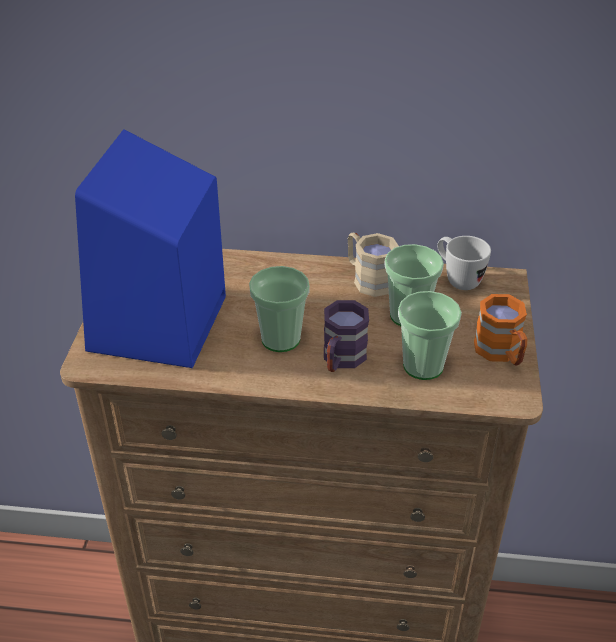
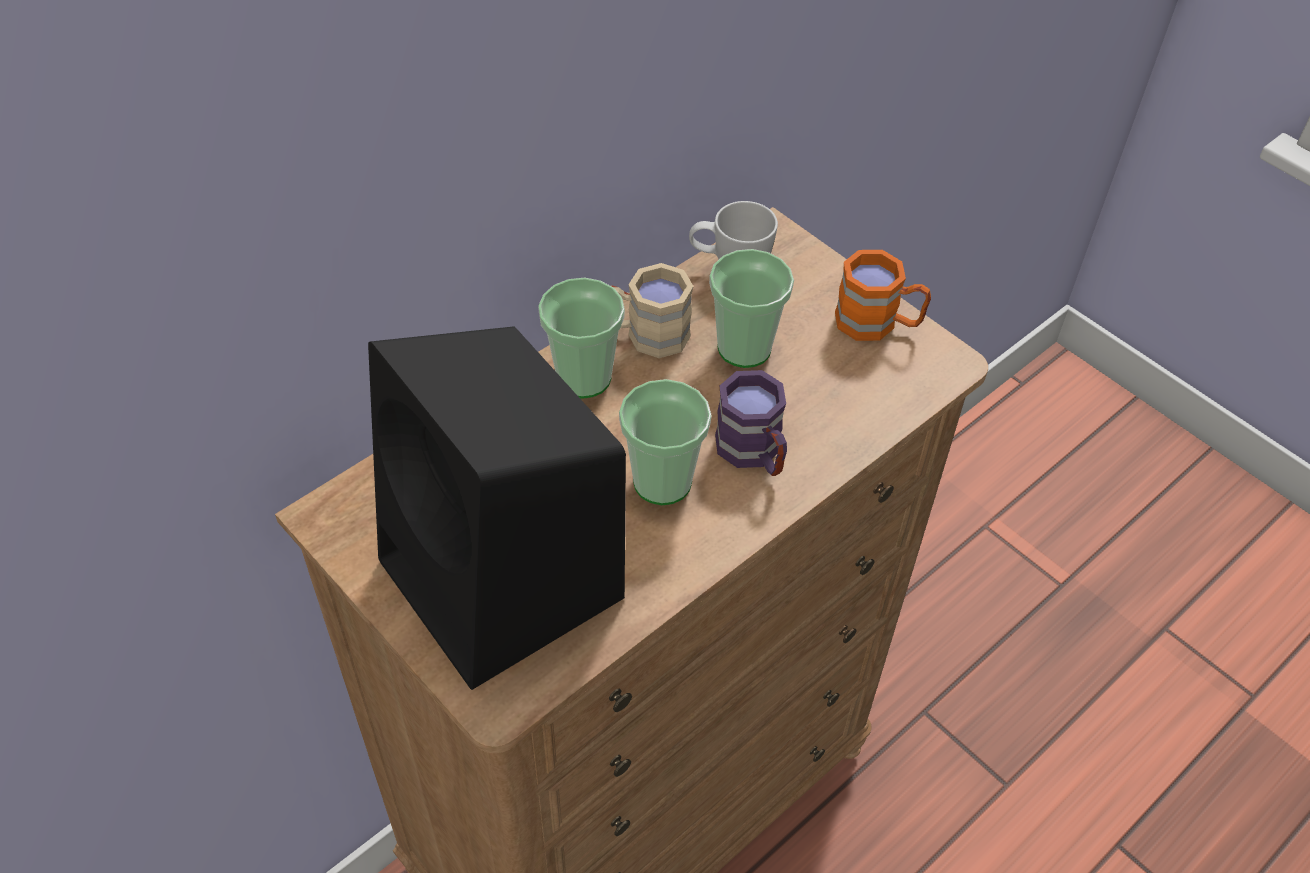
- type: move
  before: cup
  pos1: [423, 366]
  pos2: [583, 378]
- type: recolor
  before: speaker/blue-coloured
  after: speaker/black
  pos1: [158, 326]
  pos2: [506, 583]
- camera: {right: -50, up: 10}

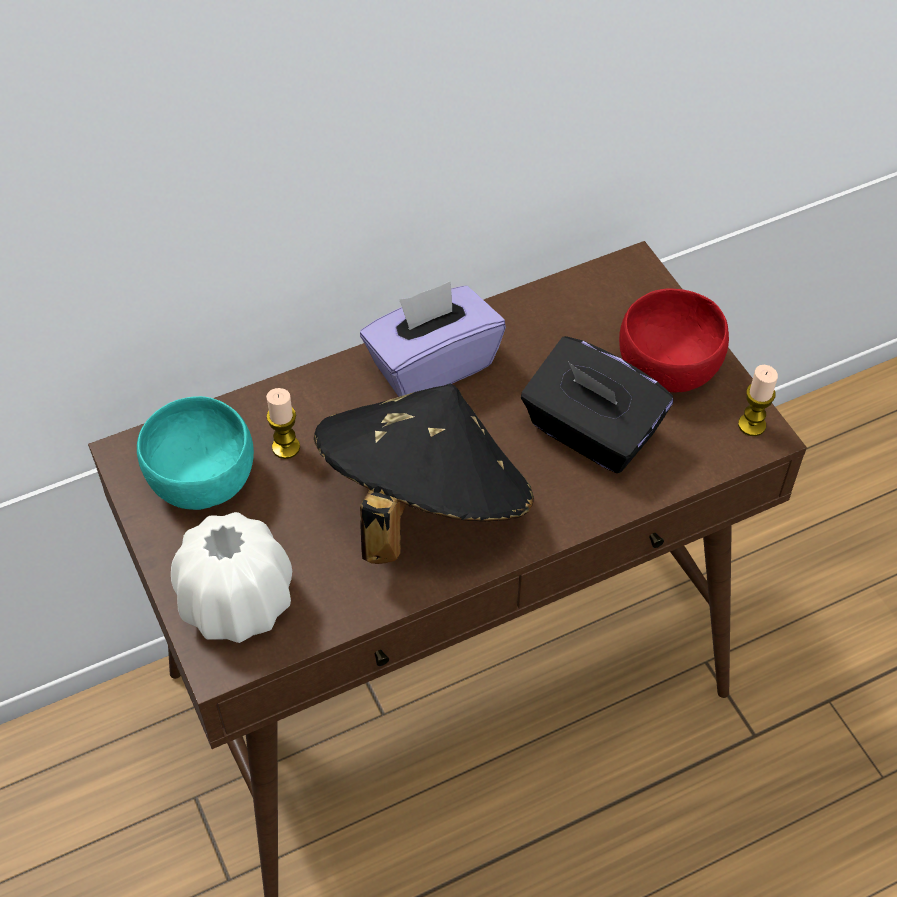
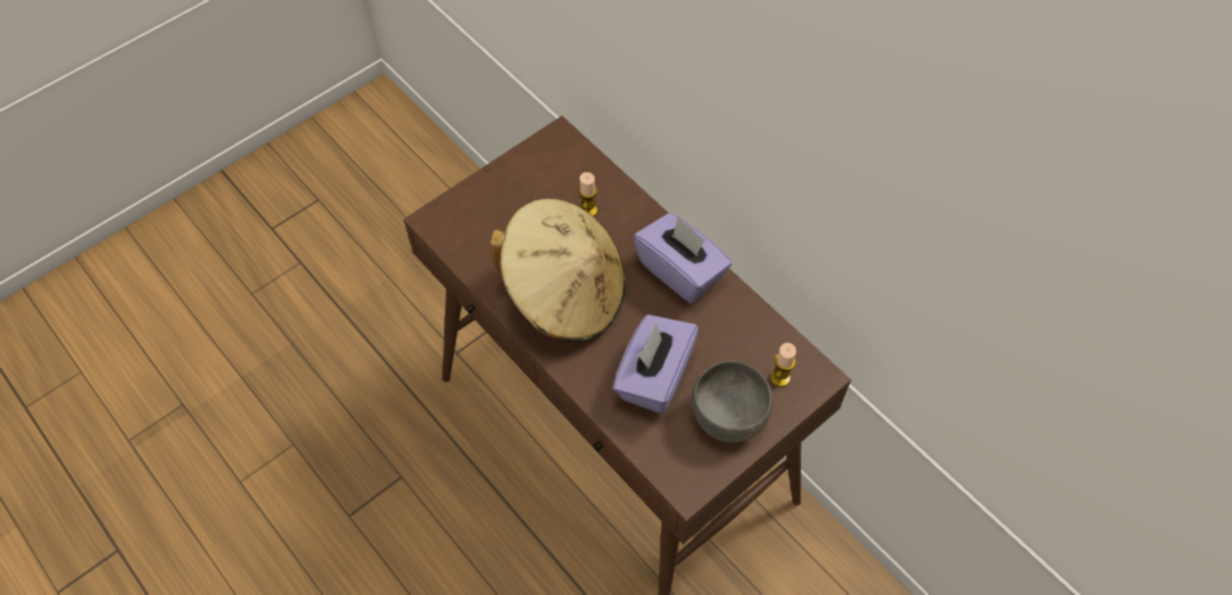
- type: delete
  before: deep dish/turquoise
  pos1: [203, 480]
- type: delete
  before: vase/whitish
  pos1: [237, 603]
- type: move
  before: candle
  pos1: [751, 425]
  pos2: [780, 378]
- type: recolor
  before: hat/black
  after: hat/sand-coloured
  pos1: [423, 506]
  pos2: [565, 293]
- type: recolor
  before: tissue box/black
  after: tissue box/purple-coloured
  pos1: [591, 432]
  pos2: [654, 377]
- type: recolor
  before: deep dish/red-coloured
  after: deep dish/grey
  pos1: [669, 367]
  pos2: [730, 416]
- camera: {right: 75, up: 5}

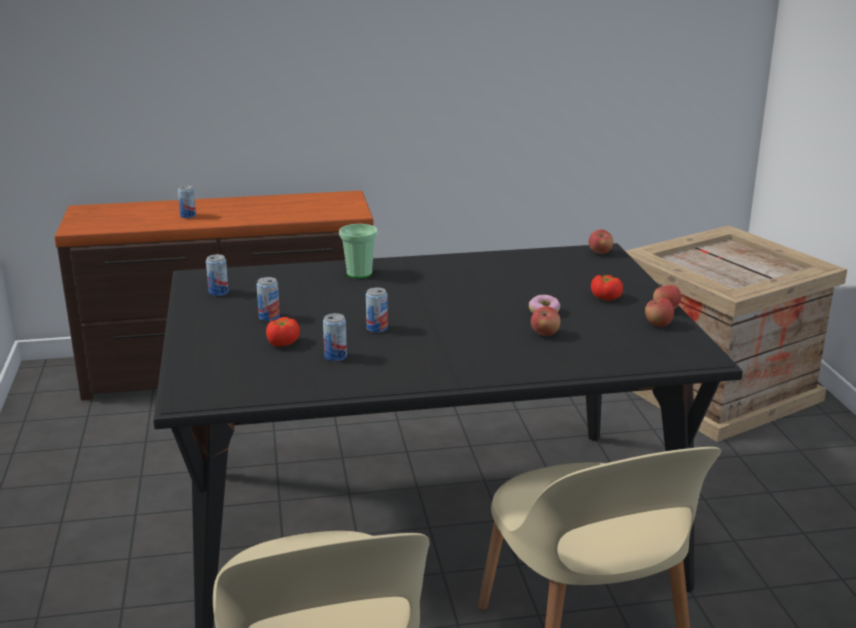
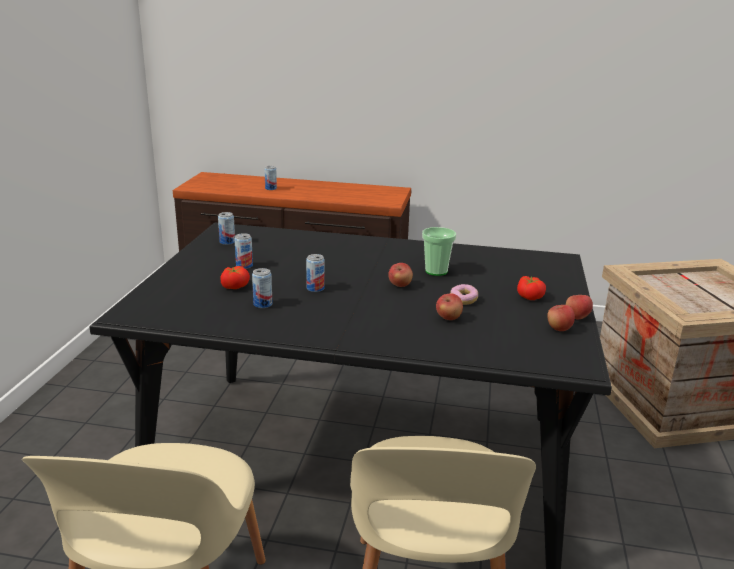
- type: move
  before: cup
  pos1: [359, 273]
  pos2: [436, 271]
- type: move
  before: apple
  pos1: [600, 253]
  pos2: [400, 285]
- camera: {right: 20, up: 0}

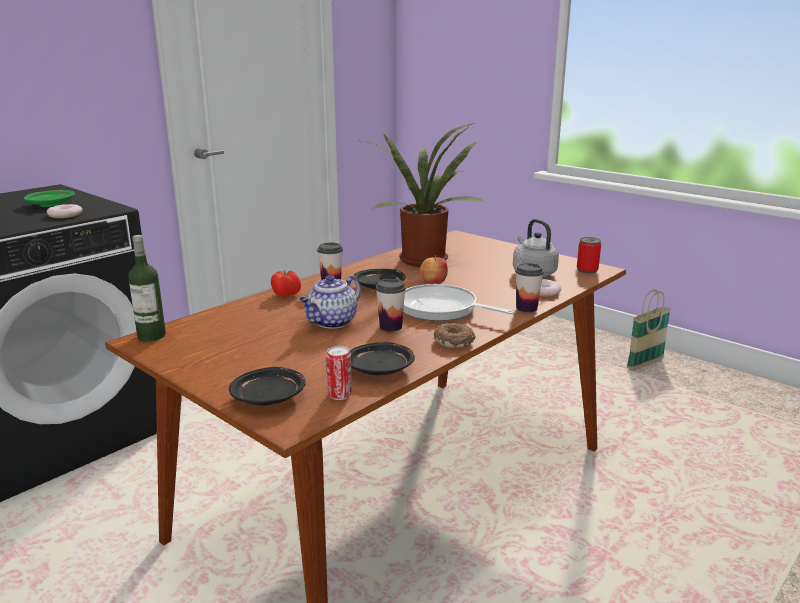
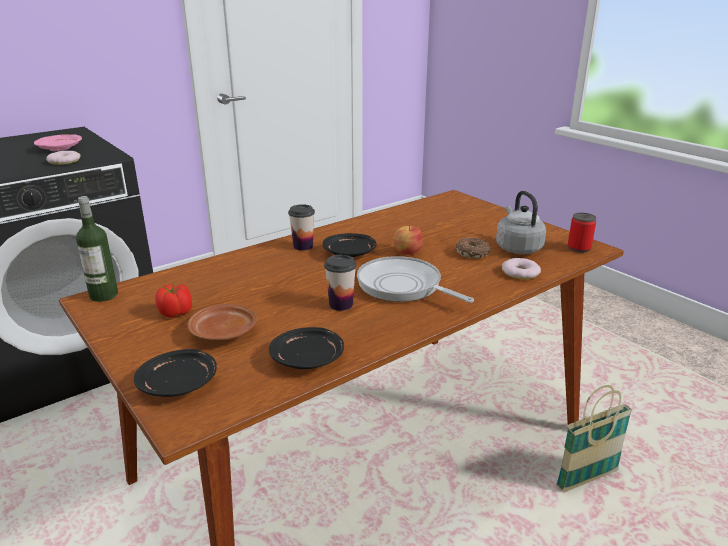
- type: delete
  before: tea pot
  pos1: [332, 322]
- type: delete
  before: can
  pos1: [339, 395]
- type: delete
  before: houseplant
  pos1: [424, 259]
- type: delete
  before: cup
  pos1: [526, 308]
- type: insert
  after: plate/brownish
  pos2: [224, 333]
- type: move
  before: tomato
  pos1: [287, 295]
  pos2: [176, 313]
- type: move
  before: doughnut
  pos1: [455, 342]
  pos2: [473, 253]
- type: move
  before: basket
  pos1: [645, 364]
  pos2: [586, 480]
- type: recolor
  before: plate/green
  after: plate/pink-coloured
  pos1: [51, 204]
  pos2: [60, 149]
- camera: {right: 10, up: 5}

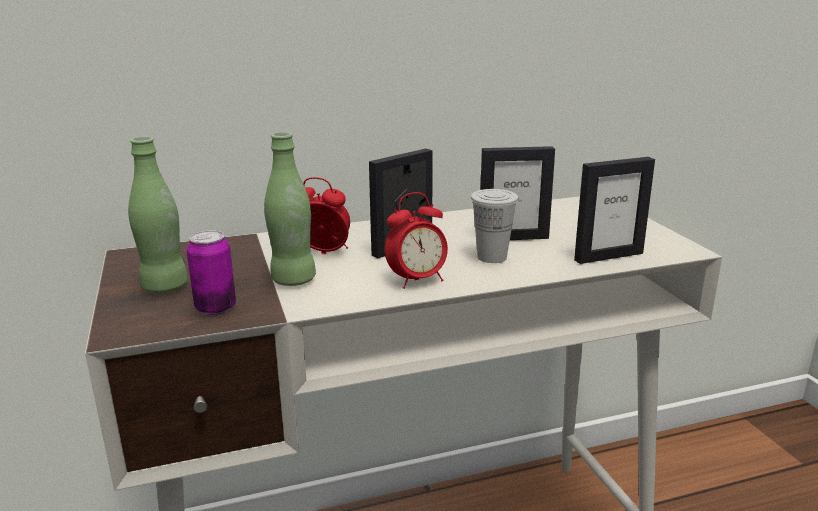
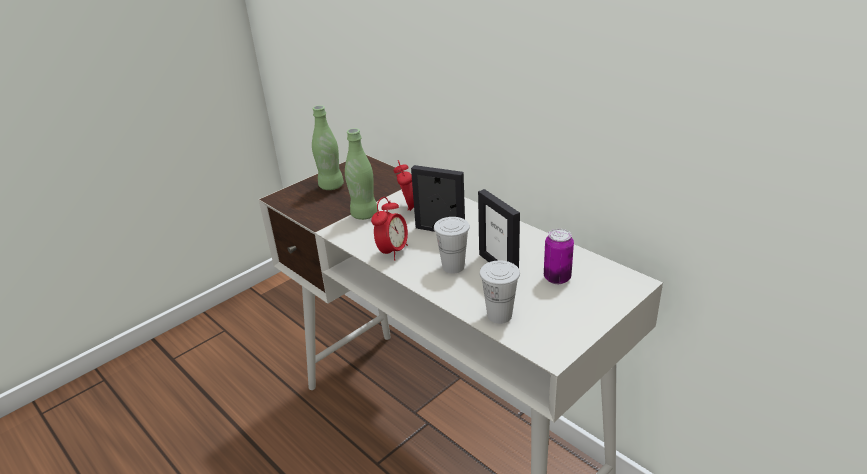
- type: move
  before: can
  pos1: [215, 308]
  pos2: [557, 278]
- type: replace
  before: standing frame
  after: cup/whitish
  pos1: [608, 256]
  pos2: [499, 315]
- type: rotate
  before: bedside clock
  pos1: [417, 280]
  pos2: [392, 252]
  turn: -105
- camera: {right: 65, up: 10}

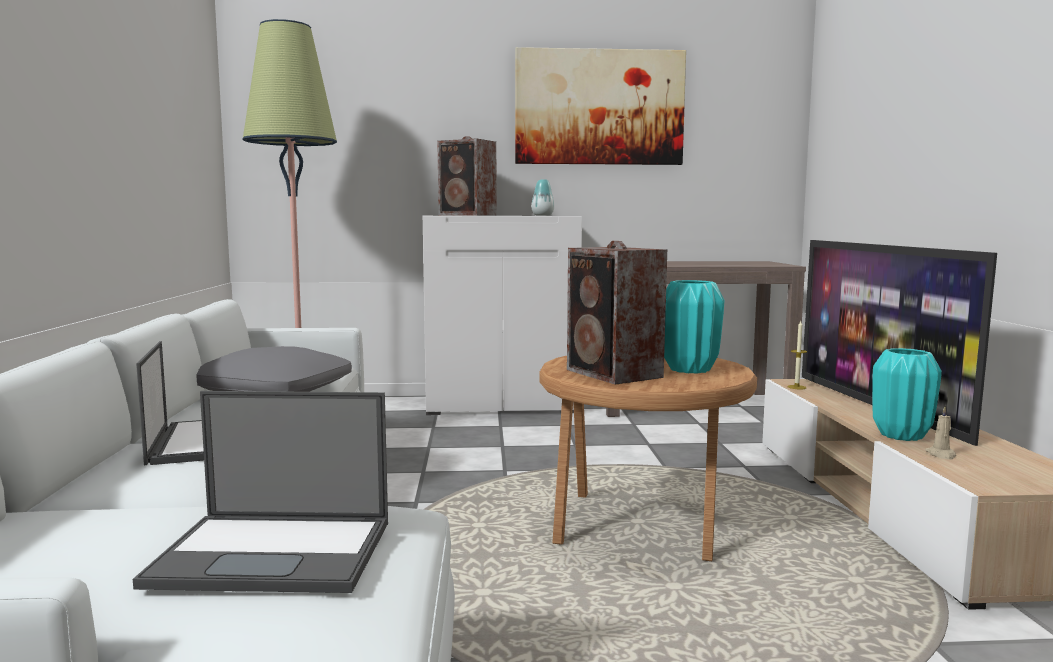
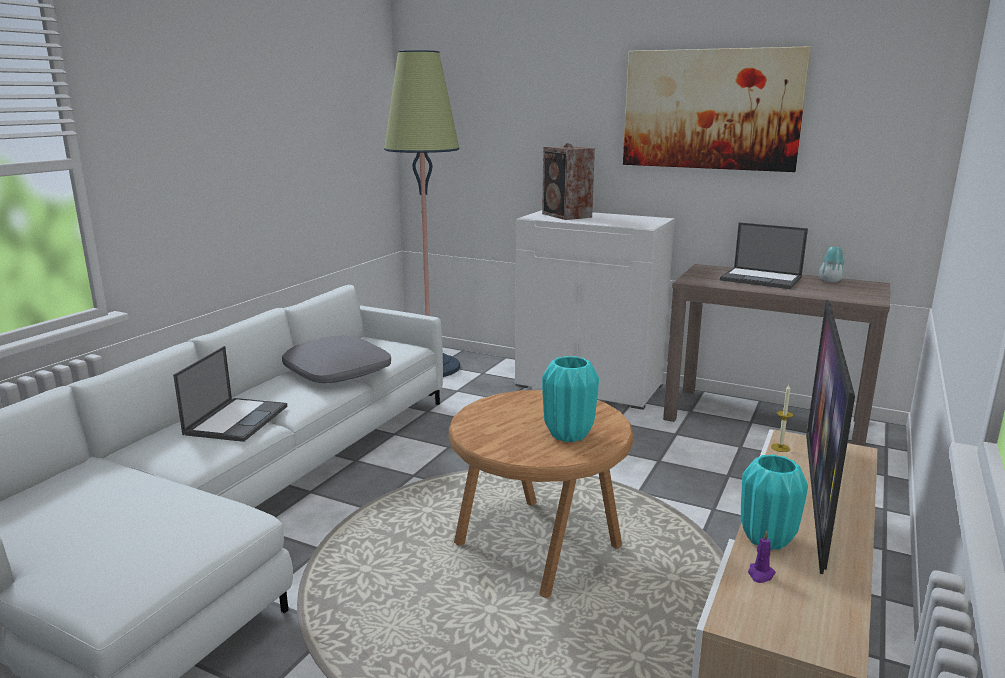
- type: delete
  before: speaker
  pos1: [614, 374]
- type: move
  before: notebook computer
  pos1: [277, 553]
  pos2: [762, 279]
- type: move
  before: vase
  pos1: [542, 215]
  pos2: [830, 280]
- type: recolor
  before: candle/sand-coloured
  after: candle/purple-coloured
  pos1: [941, 455]
  pos2: [760, 574]
- camera: {right: 30, up: 10}

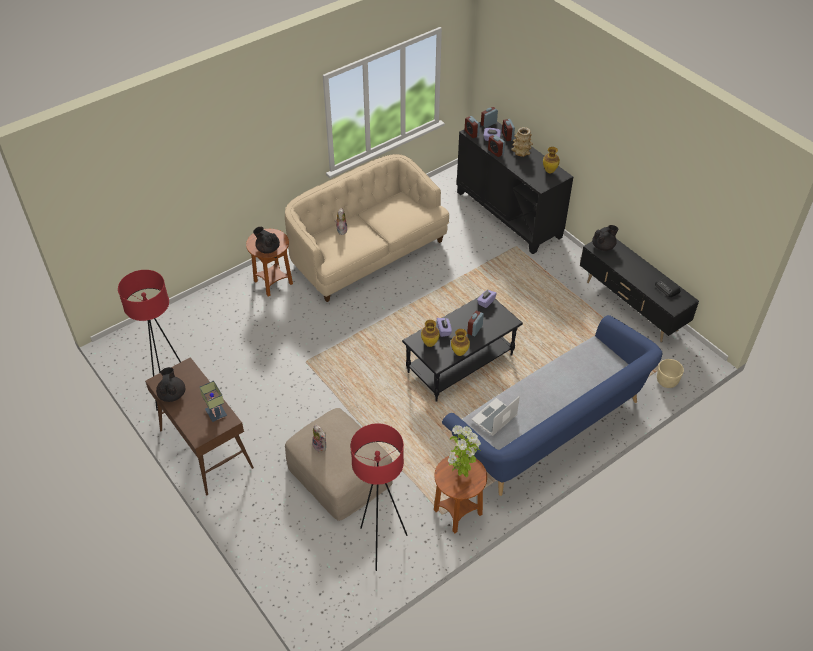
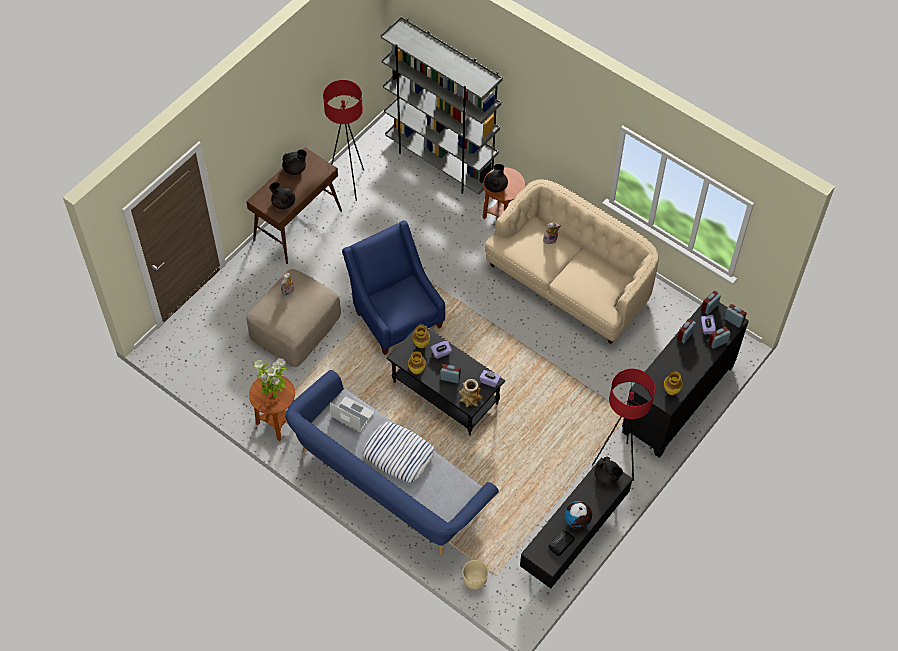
- type: insert
  after: armchair/blue-coloured
  pos2: [395, 315]
- type: insert
  after: throw pillow
  pos2: [398, 454]
- type: insert
  after: bookshelf/grey
  pos2: [441, 163]
- type: insert
  after: world globe
  pos2: [577, 520]
- type: move
  before: standing lamp/red-coloured
  pos1: [381, 545]
  pos2: [616, 462]
- type: move
  before: vase
  pos1: [521, 152]
  pos2: [470, 399]
- type: replace
  before: lamp for a table
  after: tea pot/black
  pos1: [215, 413]
  pos2: [283, 203]
- camera: {right: 75, up: 10}

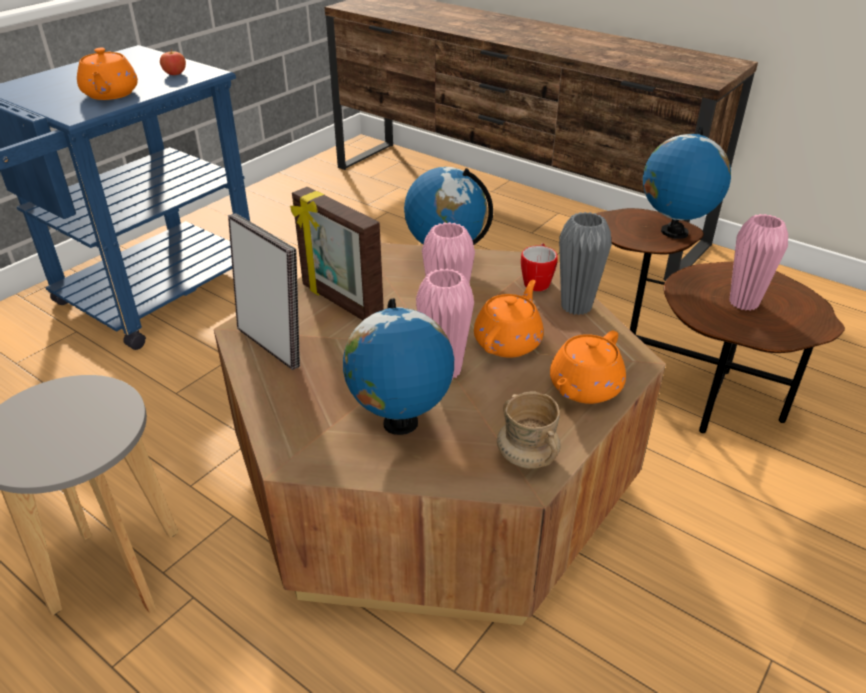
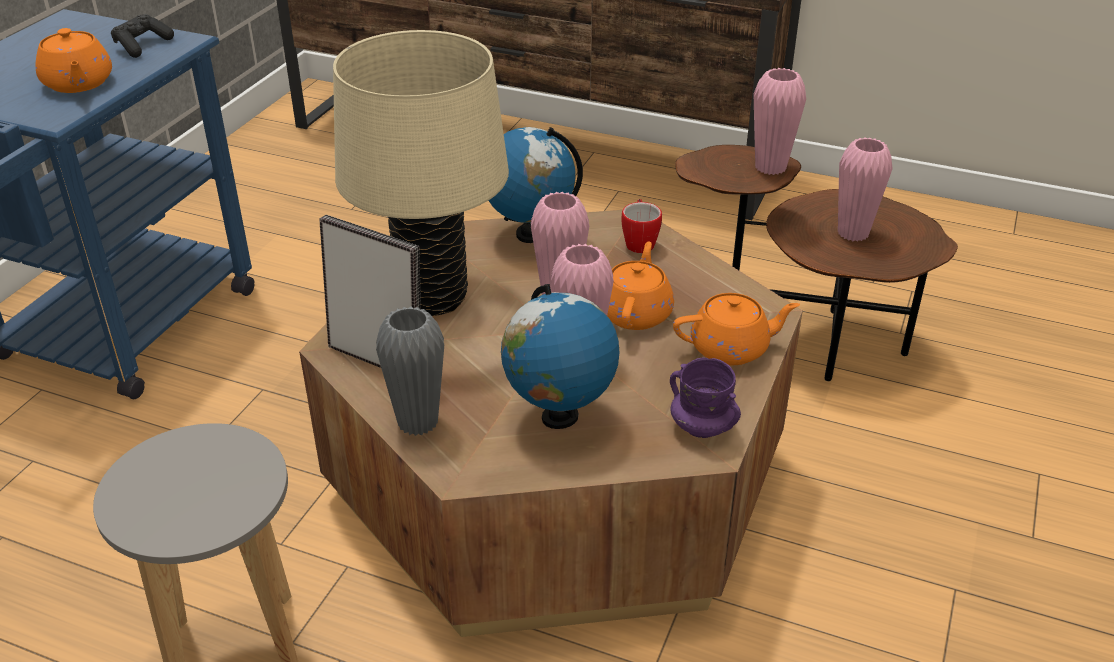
- type: move
  before: vase/grey
  pos1: [576, 306]
  pos2: [418, 422]
- type: replace
  before: apple
  after: gamepad/black
  pos1: [175, 73]
  pos2: [142, 46]
- type: replace
  before: standing frame
  after: lamp for a table/sand-coloured
  pos1: [340, 302]
  pos2: [432, 298]
- type: replace
  before: world globe
  after: vase/pink-coloured
  pos1: [674, 232]
  pos2: [770, 167]
- type: recolor
  before: mug/sand-coloured
  after: mug/purple-coloured
  pos1: [526, 457]
  pos2: [701, 427]
- type: rotate
  before: tea pot/orange-coloured
  pos1: [584, 388]
  pos2: [731, 348]
  turn: -120
- camera: {right: -15, up: 0}

